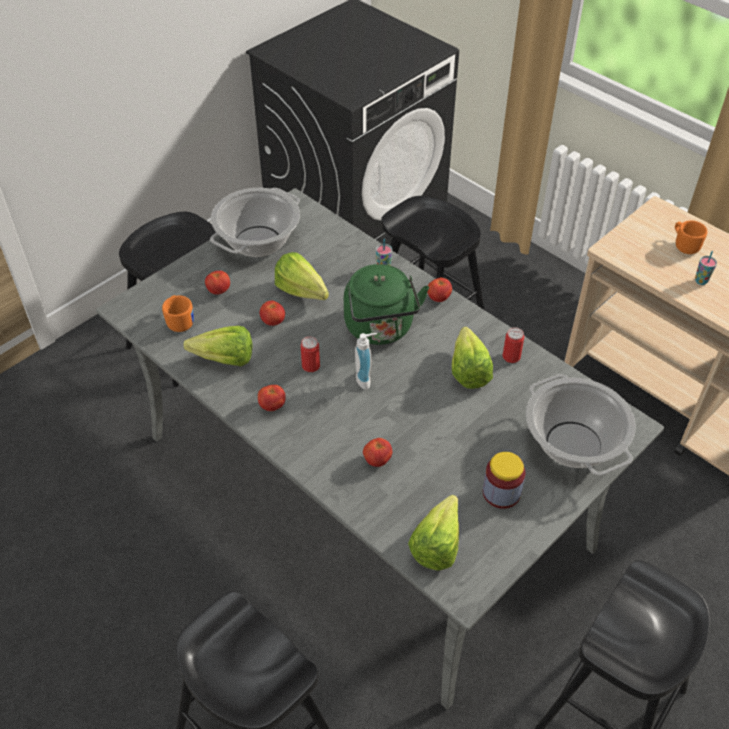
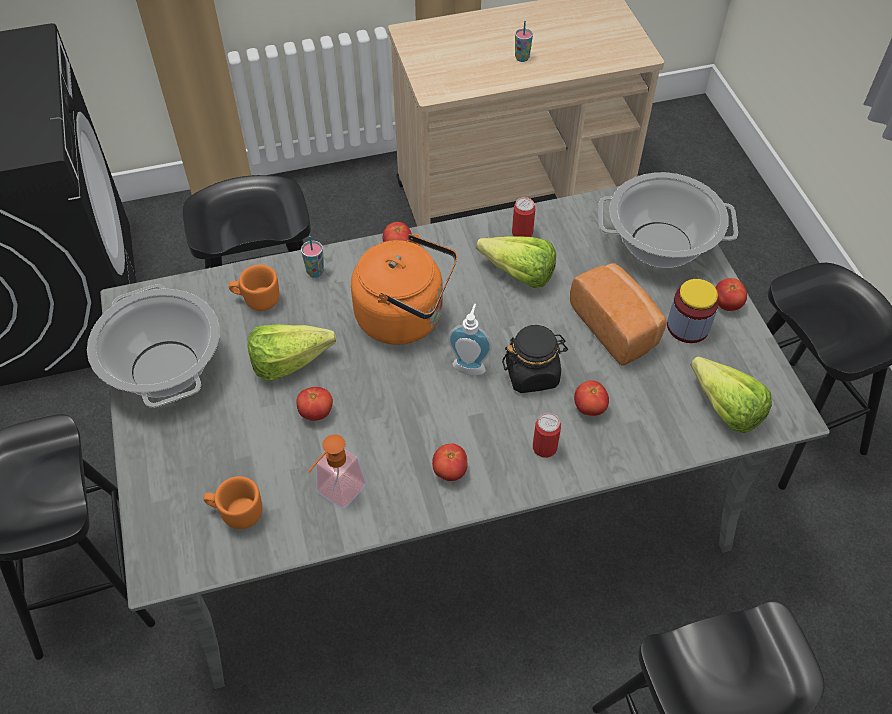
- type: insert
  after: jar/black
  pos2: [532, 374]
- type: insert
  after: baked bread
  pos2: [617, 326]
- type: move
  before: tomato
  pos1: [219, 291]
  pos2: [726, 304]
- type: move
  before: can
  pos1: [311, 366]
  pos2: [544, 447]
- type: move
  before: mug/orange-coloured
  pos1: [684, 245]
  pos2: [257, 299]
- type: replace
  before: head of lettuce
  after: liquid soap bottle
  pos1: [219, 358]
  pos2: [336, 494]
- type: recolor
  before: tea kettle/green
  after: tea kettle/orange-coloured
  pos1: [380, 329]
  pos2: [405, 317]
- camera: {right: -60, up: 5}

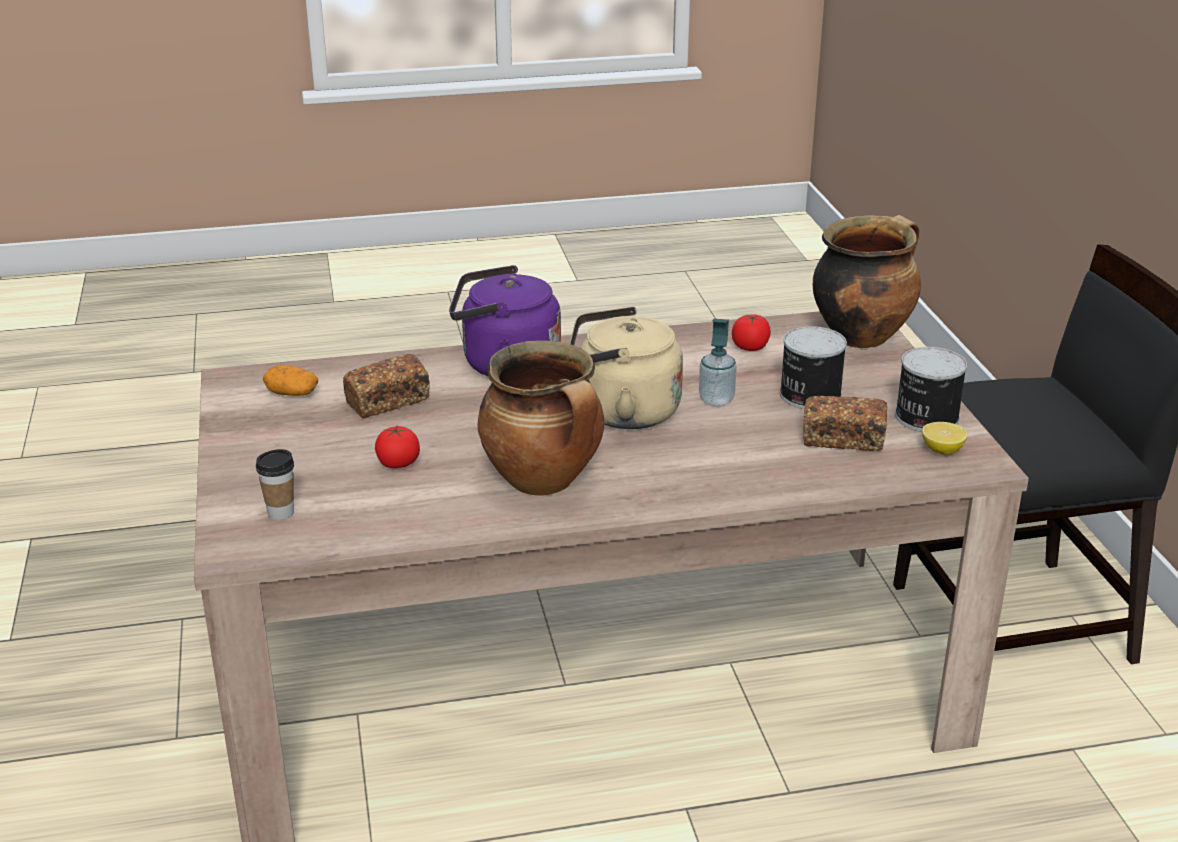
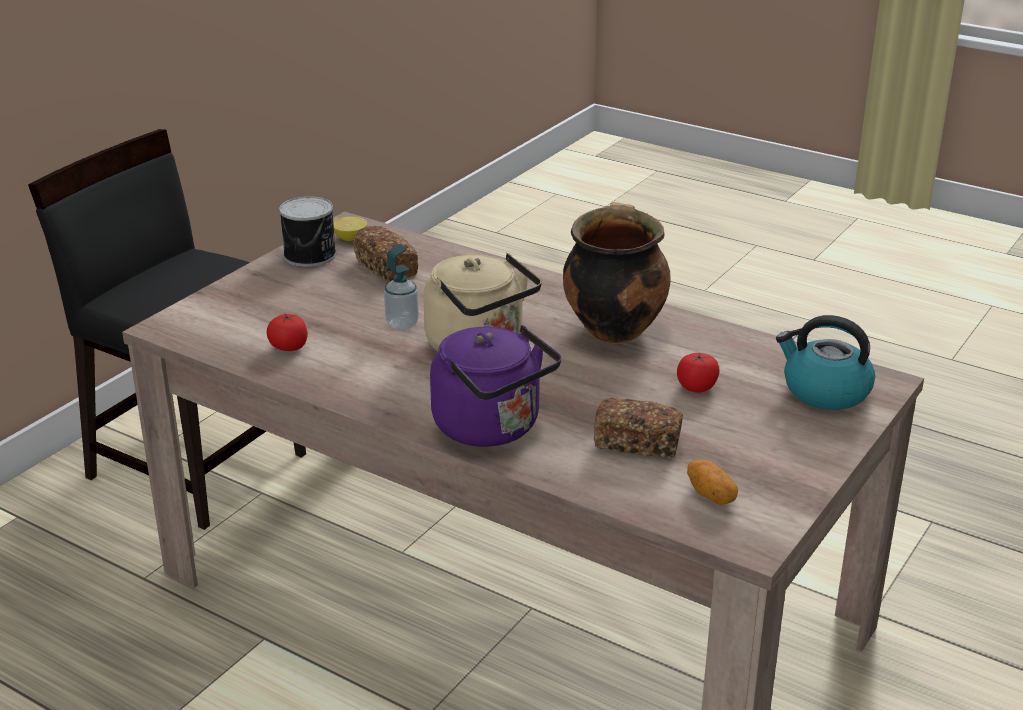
- type: delete
  before: can
  pos1: [808, 395]
- type: delete
  before: saucepot
  pos1: [861, 335]
- type: replace
  before: cup
  after: tea kettle
  pos1: [281, 513]
  pos2: [824, 391]
- camera: {right: -135, up: 0}

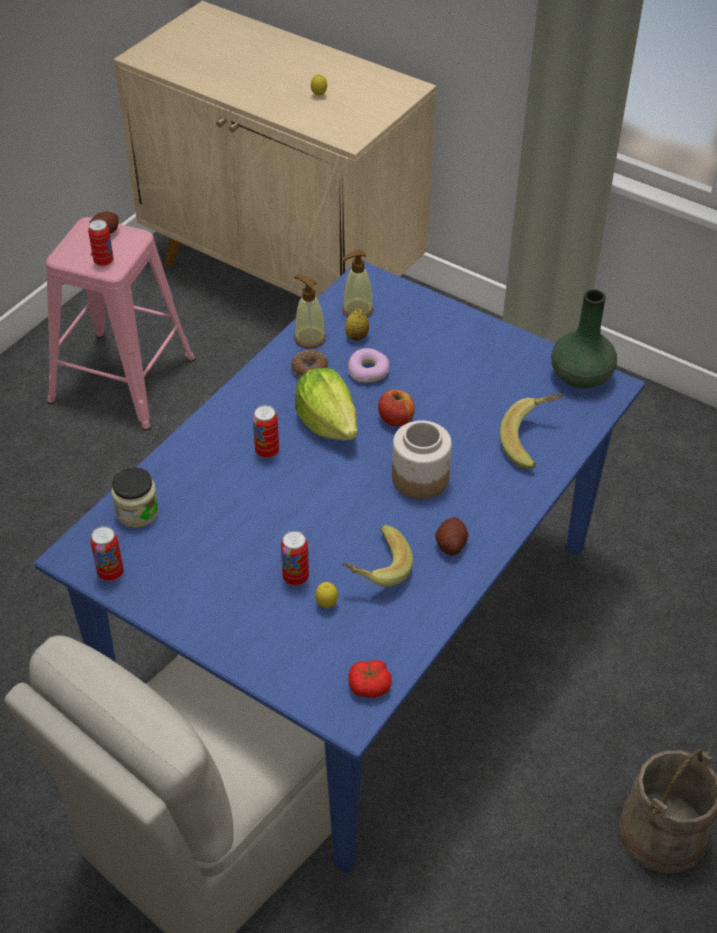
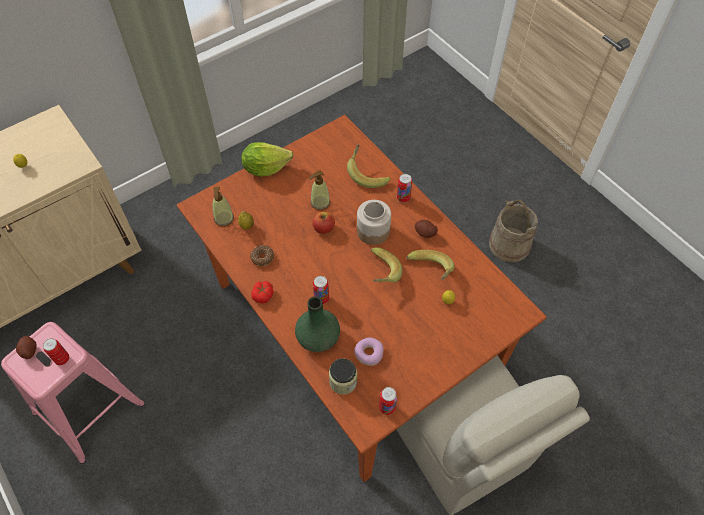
- type: insert
  after: banana fruit
  pos2: [379, 273]
- type: move
  before: can
  pos1: [295, 577]
  pos2: [403, 198]
- type: move
  before: liquid soap bottle
  pos1: [309, 338]
  pos2: [320, 203]
- type: move
  before: head of lettuce
  pos1: [327, 423]
  pos2: [265, 168]
- type: move
  before: doughnut
  pos1: [368, 371]
  pos2: [368, 353]
- type: move
  before: tomato
  pos1: [369, 686]
  pos2: [263, 295]
- type: move
  before: vase/green
  pos1: [581, 376]
  pos2: [317, 337]
- type: recolor
  before: dining table/blue-coloured
  after: dining table/brownish
  pos1: [356, 627]
  pos2: [350, 331]
- camera: {right: -70, up: 10}

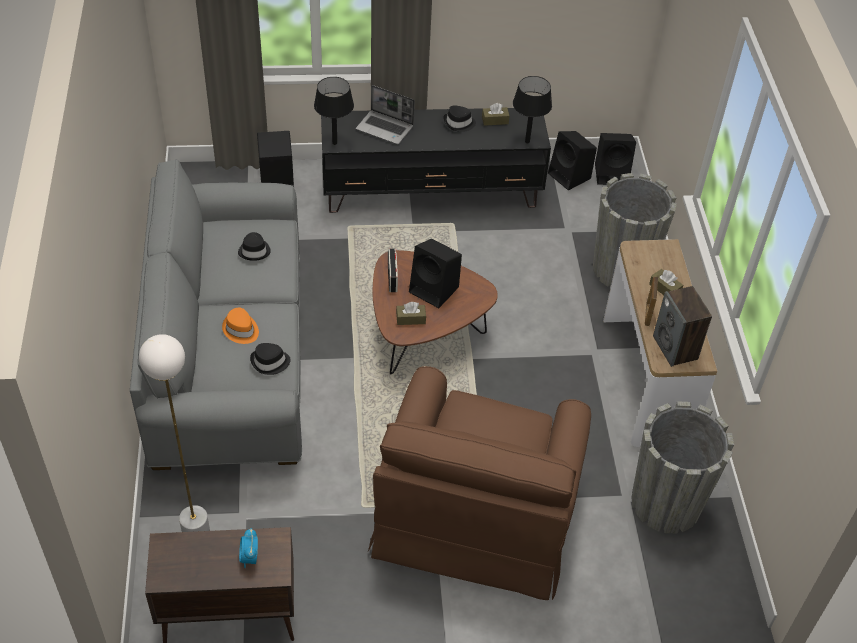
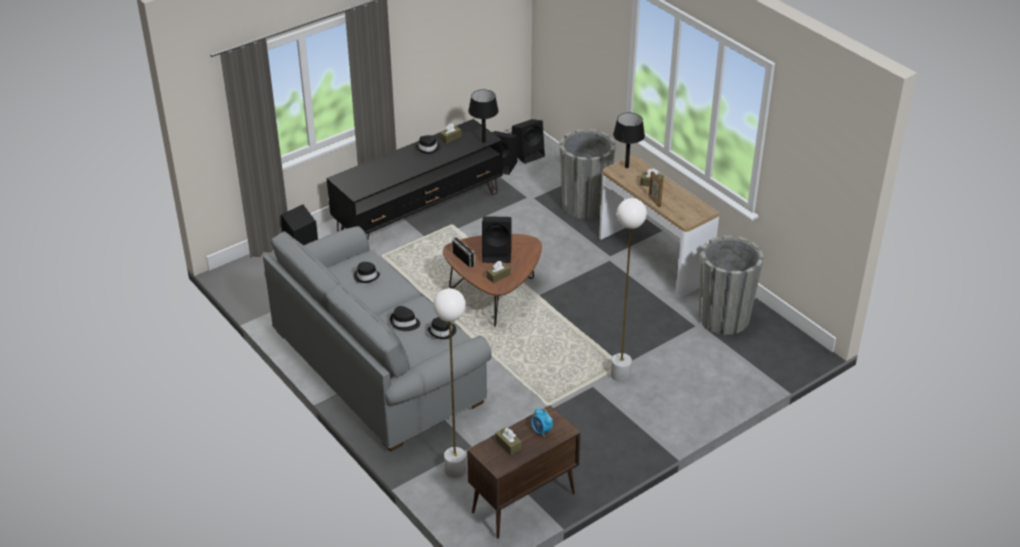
- type: delete
  before: notebook computer
  pos1: [385, 128]
- type: delete
  before: speaker
  pos1: [675, 348]
- type: insert
  after: tissue box/brownish
  pos2: [508, 445]
- type: move
  before: lamp for a table/black
  pos1: [334, 143]
  pos2: [626, 167]
- type: replace
  before: armchair/brownish
  after: standing lamp/whitish
  pos1: [477, 513]
  pos2: [620, 375]
- type: recolor
  before: hat/orange-coloured
  after: hat/black
  pos1: [241, 330]
  pos2: [404, 323]
- camera: {right: -30, up: -10}

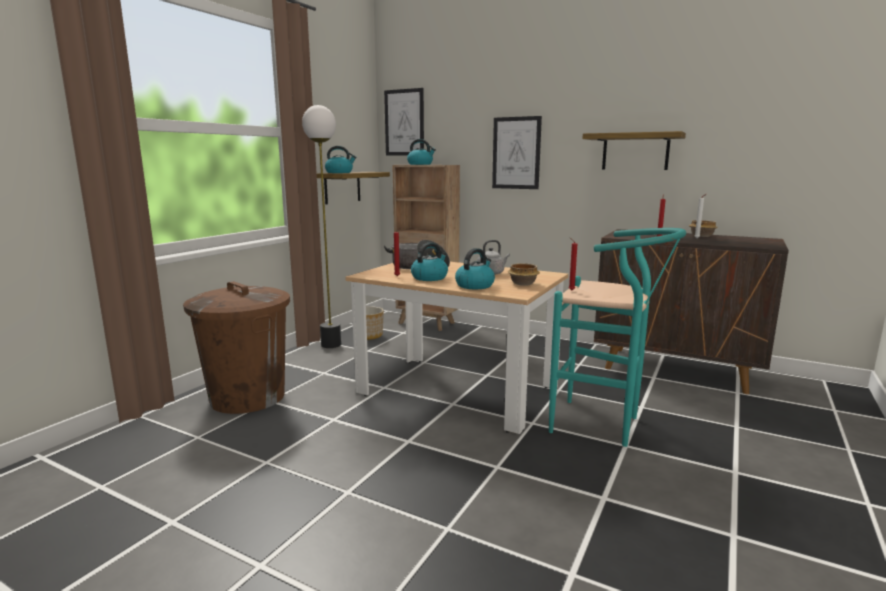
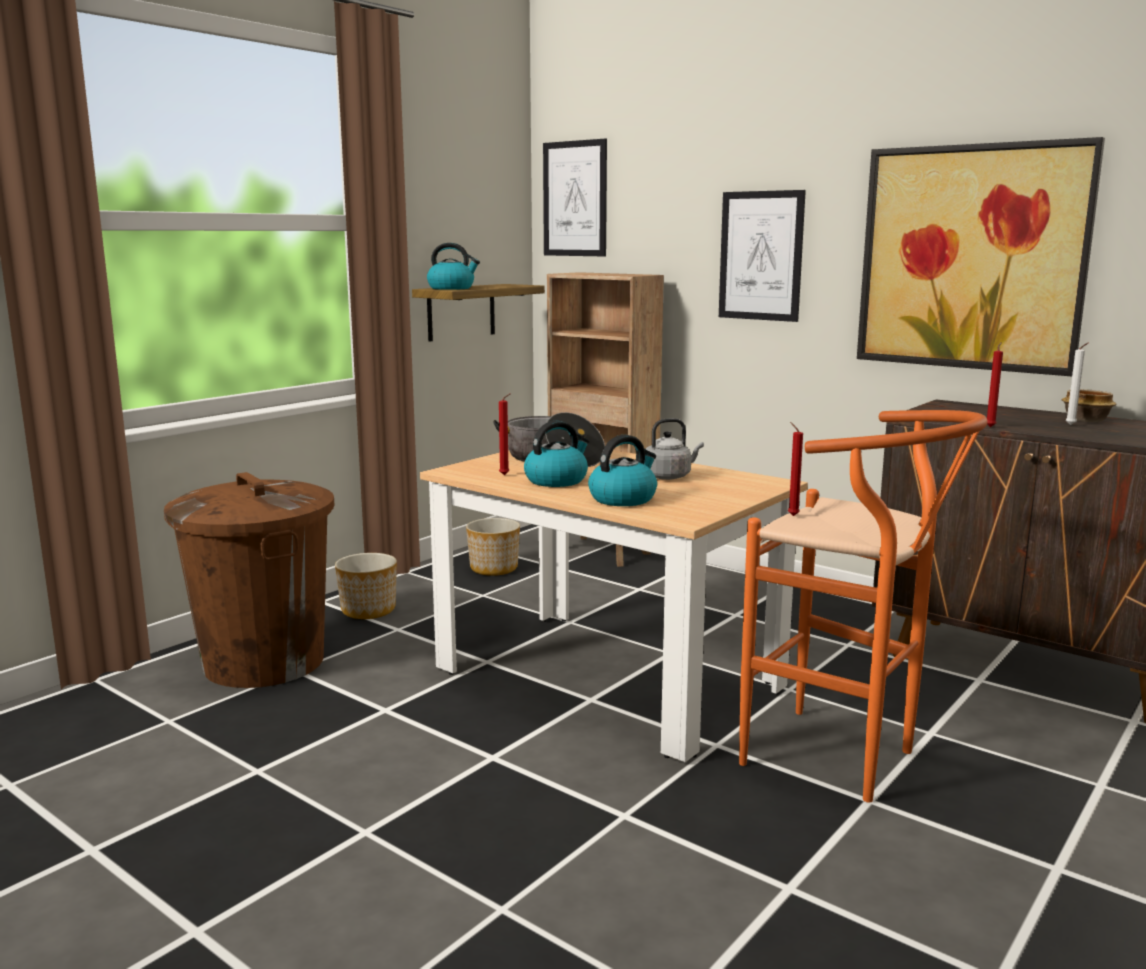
- type: delete
  before: standing lamp
  pos1: [331, 345]
- type: delete
  before: tea kettle
  pos1: [420, 164]
- type: delete
  before: deep dish
  pos1: [523, 283]
- type: insert
  after: plant pot
  pos2: [368, 610]
- type: replace
  before: shelf
  after: wall art
  pos1: [635, 152]
  pos2: [971, 258]
- type: recolor
  before: stool/turquoise
  after: stool/orange-coloured
  pos1: [603, 425]
  pos2: [844, 761]
- camera: {right: 10, up: 0}

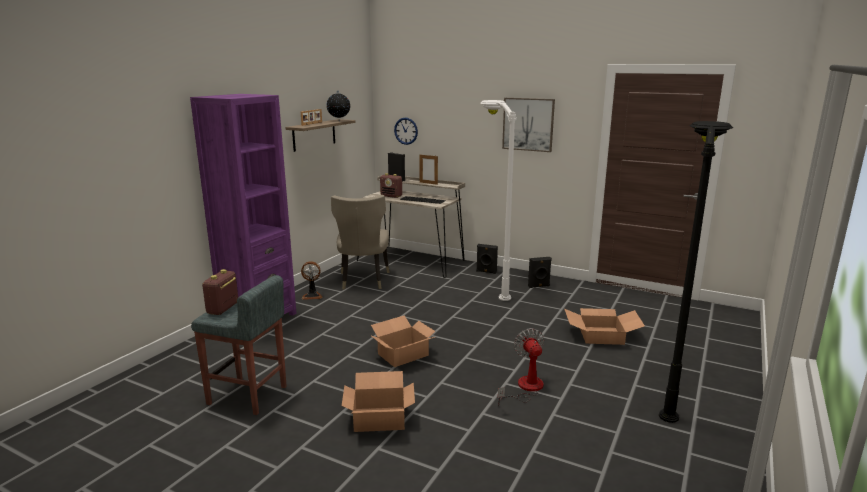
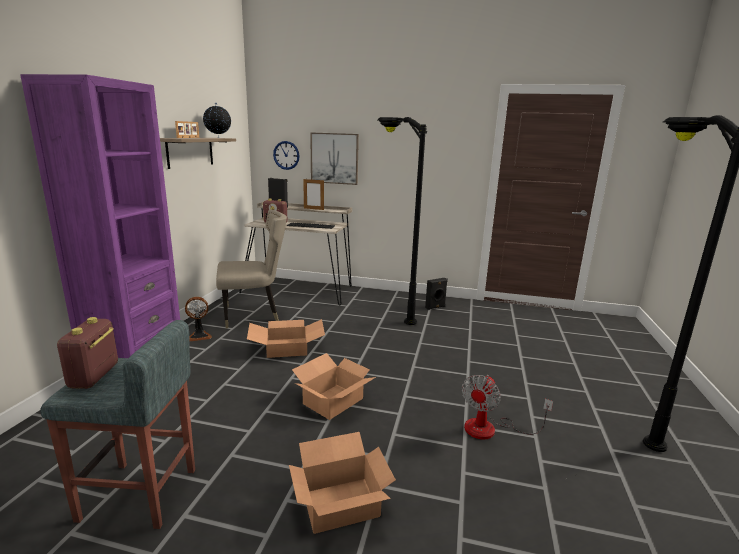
- type: delete
  before: speaker/black
  pos1: [486, 272]
- type: move
  before: wall art
  pos1: [528, 124]
  pos2: [334, 158]
- type: move
  before: cardboard box
  pos1: [601, 335]
  pos2: [287, 347]
- type: recolor
  before: standing lamp/whitish
  after: standing lamp/black
  pos1: [492, 284]
  pos2: [390, 308]
- type: rotate
  before: upright chair/sand-coloured
  pos1: [363, 281]
  pos2: [254, 315]
  turn: -90
- type: rotate
  before: electric fan
  pos1: [525, 388]
  pos2: [490, 429]
  turn: -120
- camera: {right: -15, up: 0}

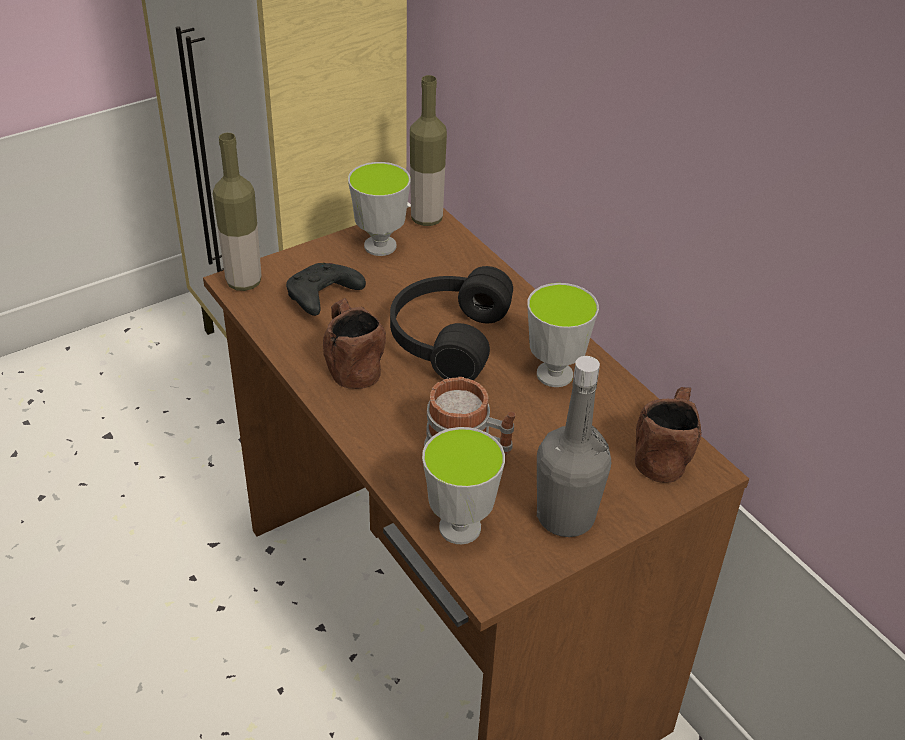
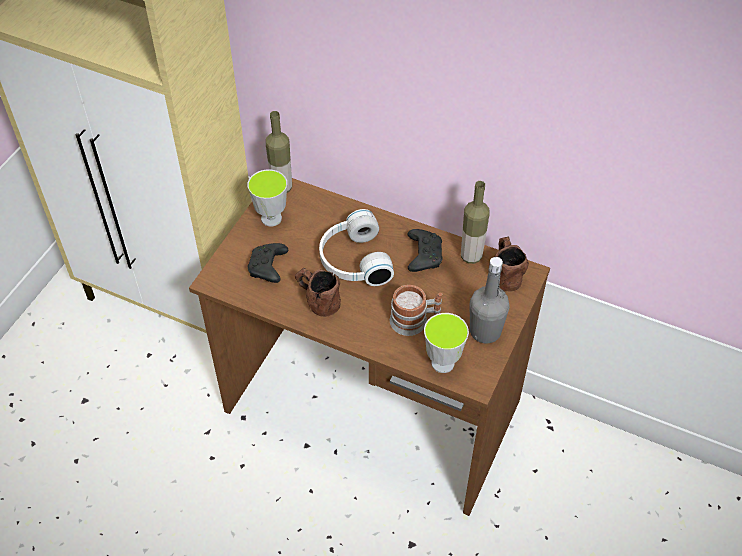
- type: move
  before: bottle
  pos1: [244, 282]
  pos2: [471, 256]
- type: replace
  before: cup
  after: gamepad/black
  pos1: [554, 374]
  pos2: [423, 255]
- type: recolor
  before: headset/black
  after: headset/whitish
  pos1: [445, 338]
  pos2: [353, 260]
- camera: {right: -30, up: 10}

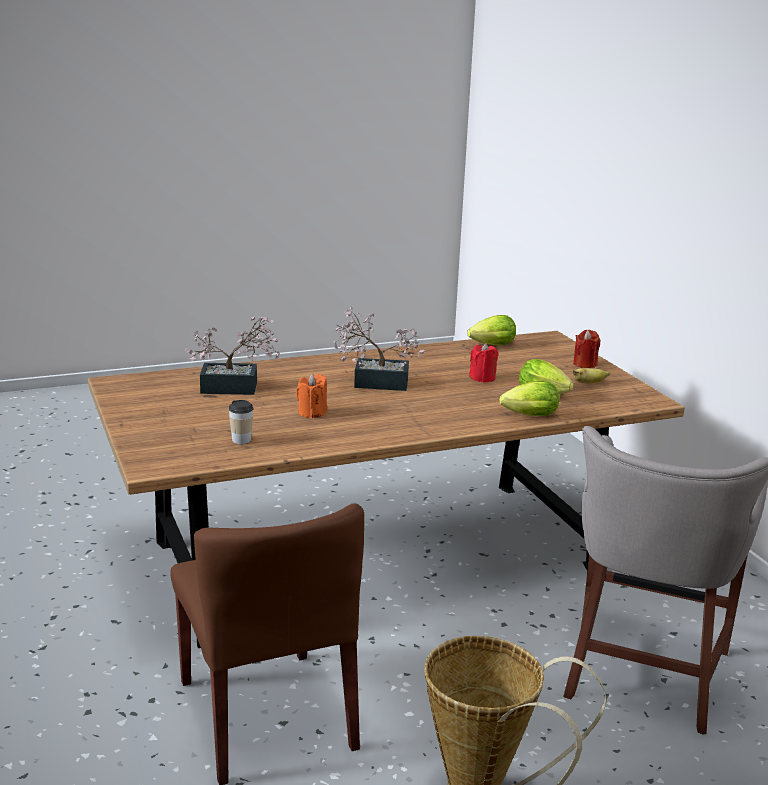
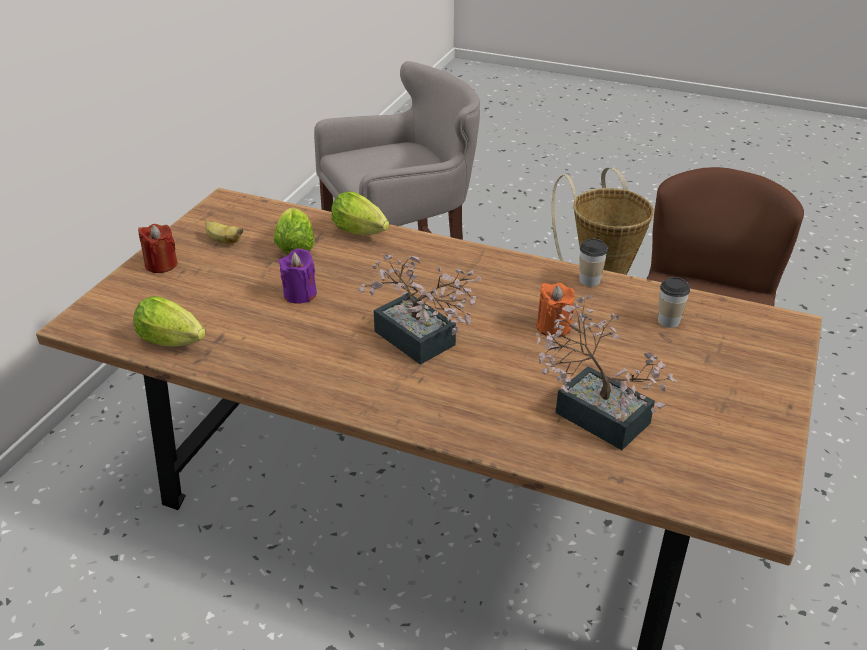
- type: insert
  after: cup
  pos2: [589, 281]
- type: recolor
  before: candle/red-coloured
  after: candle/purple-coloured
  pos1: [482, 378]
  pos2: [300, 294]
- camera: {right: -135, up: 15}

